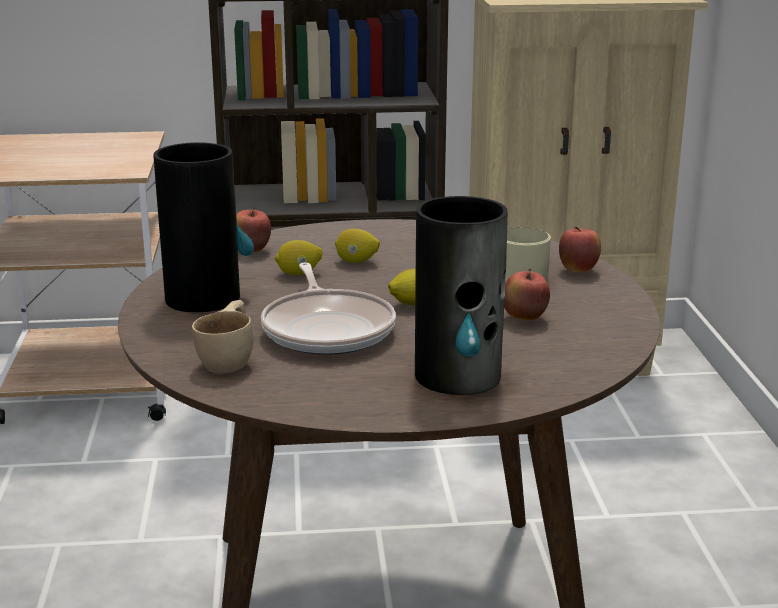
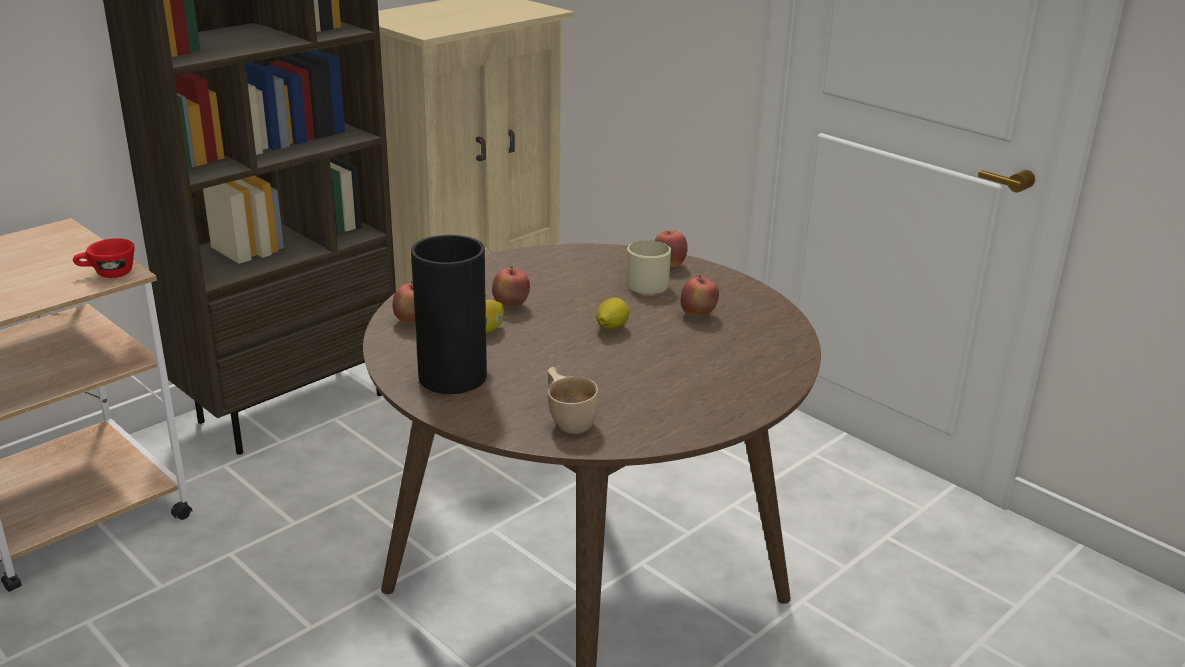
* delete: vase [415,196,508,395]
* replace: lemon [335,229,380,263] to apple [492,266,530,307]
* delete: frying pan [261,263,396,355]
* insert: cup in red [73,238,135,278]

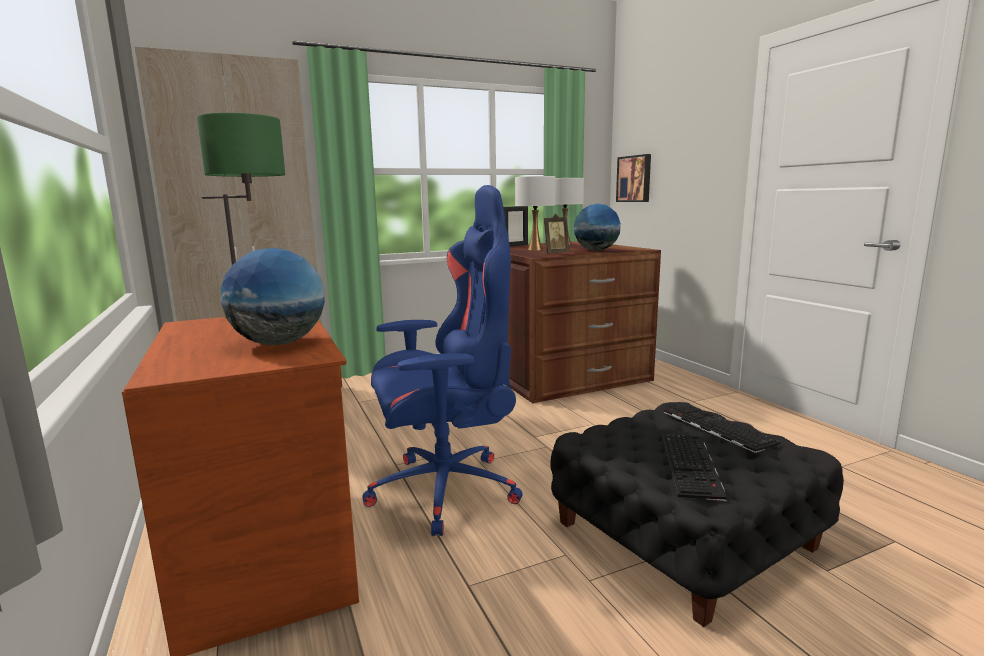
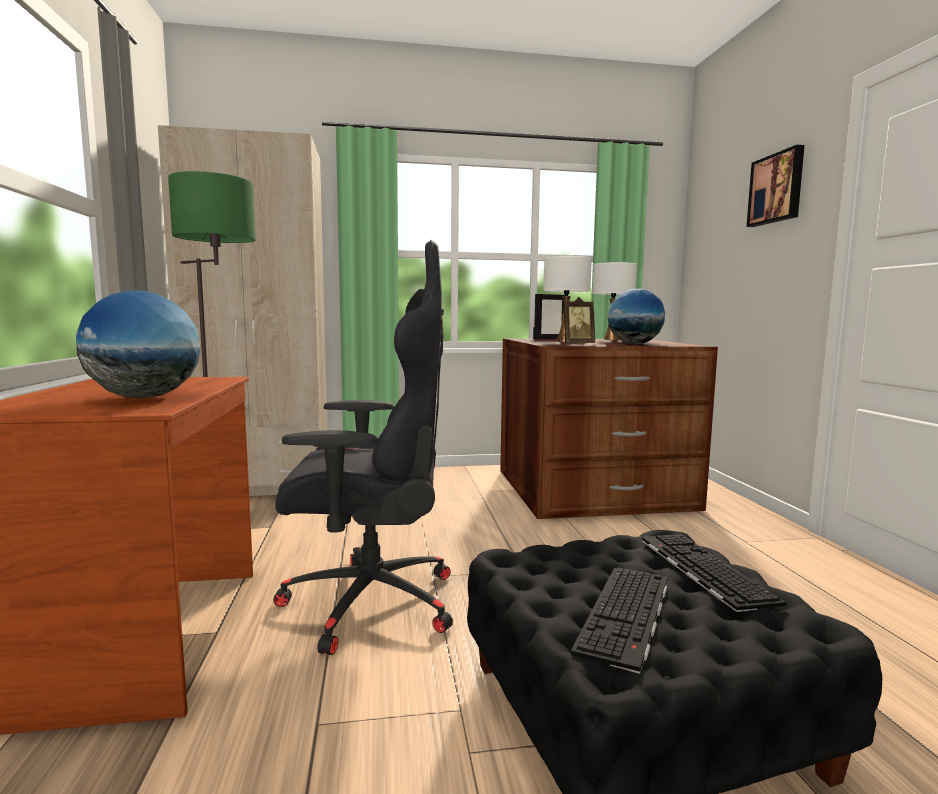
* move: picture [616,154,651,202] to [747,145,805,227]
* recolor: office chair in blue [363,185,523,536] to office chair in black [273,240,453,655]

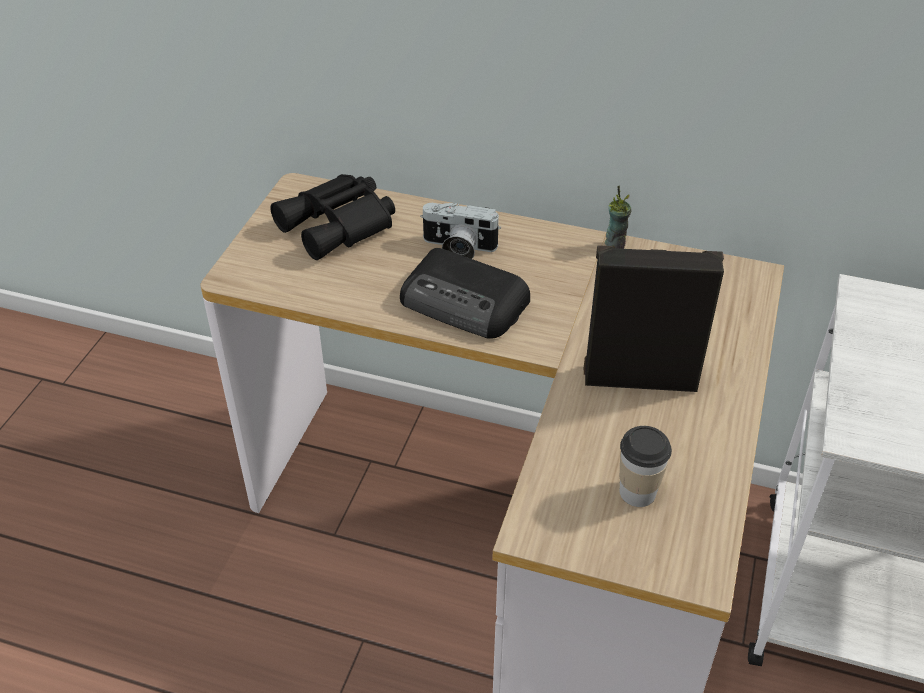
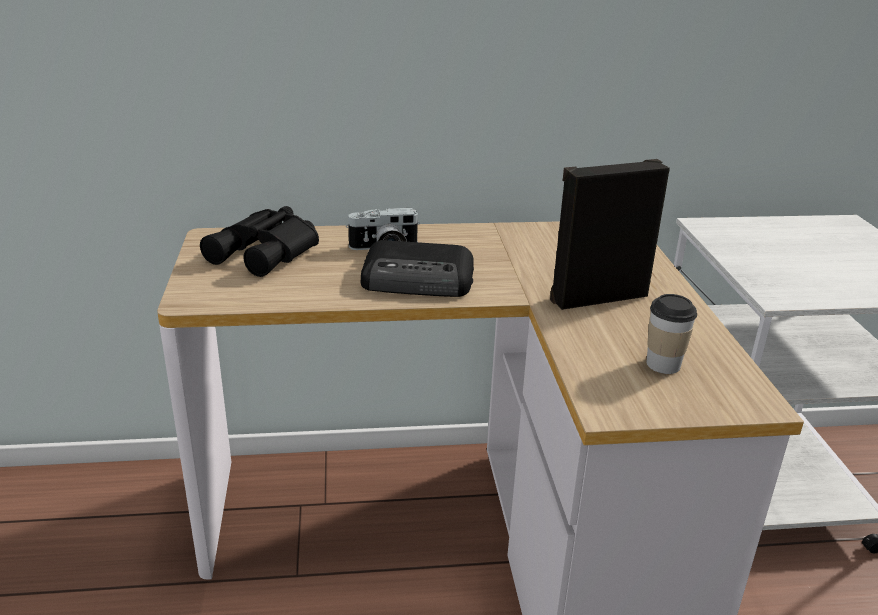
* delete: cup [605,186,632,249]

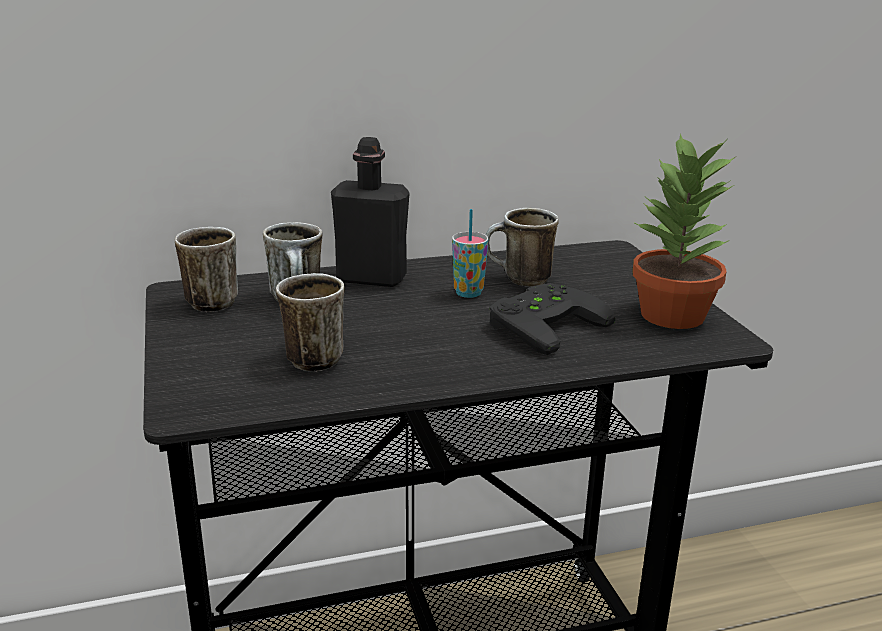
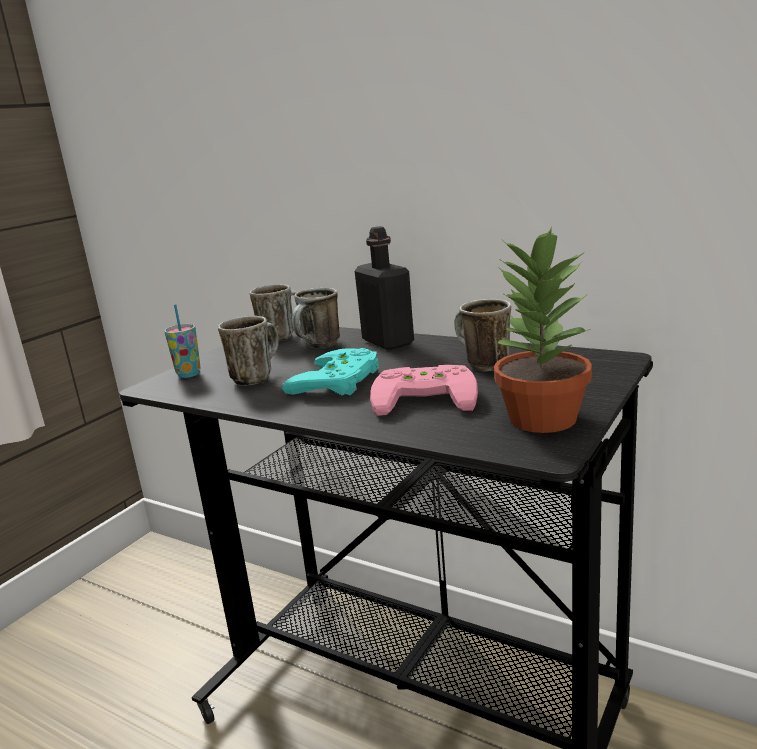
* move: cup [452,209,489,298] to [164,304,201,378]
* recolor: game controller in black [490,283,615,355] to game controller in pink [370,365,478,416]
* insert: game controller in turquoise [282,348,379,396]

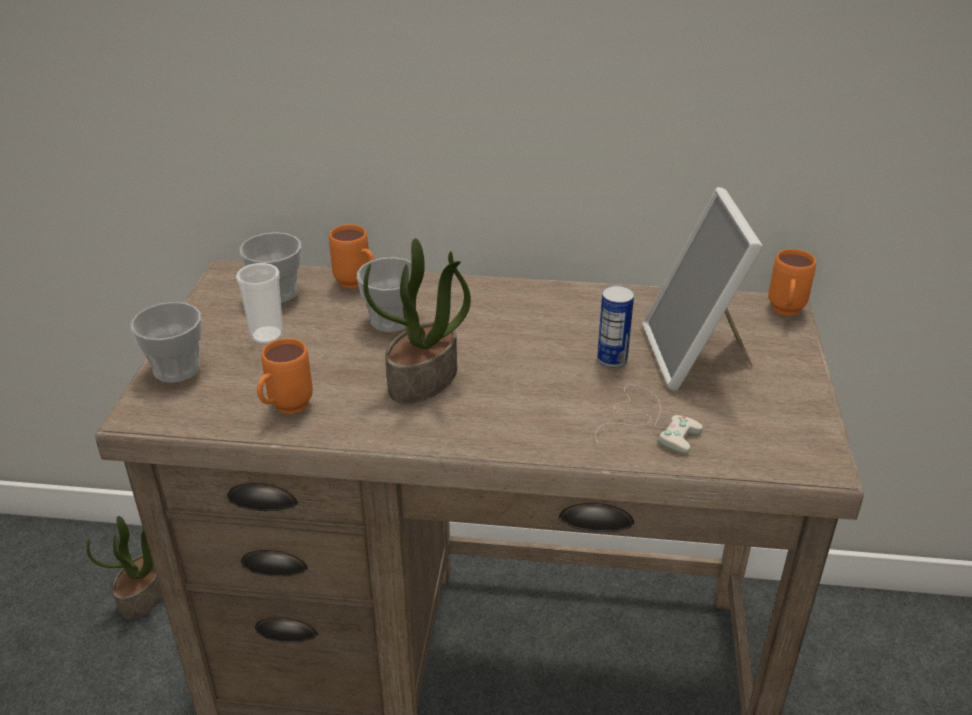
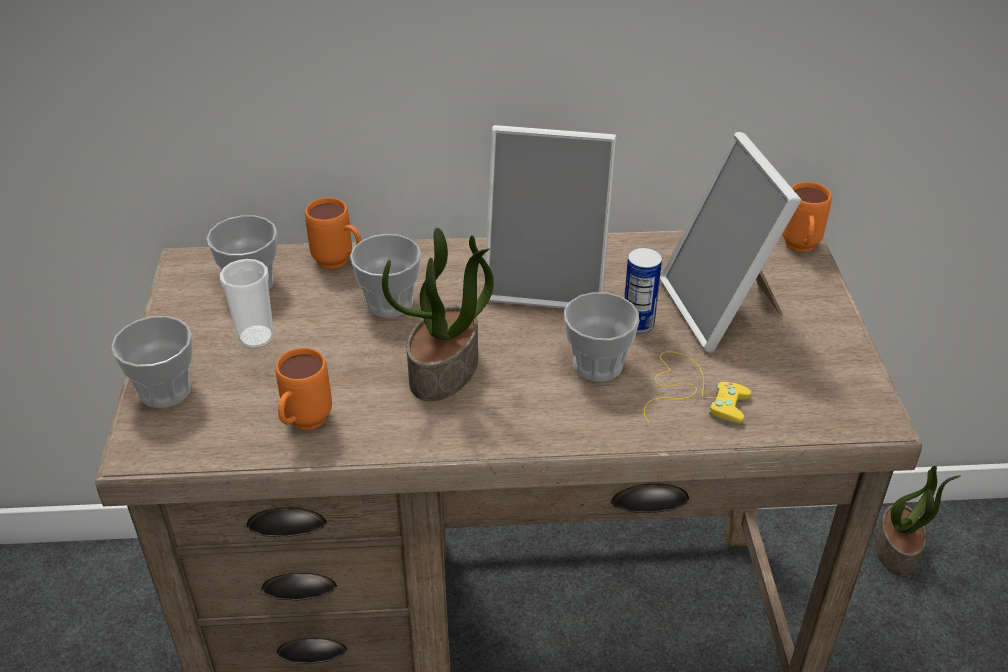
* recolor: game controller in white [595,385,703,454] to game controller in yellow [644,351,751,423]
* move: potted plant [86,516,163,620] to [875,466,961,576]
* insert: picture frame [484,125,617,309]
* insert: cup [564,292,639,381]

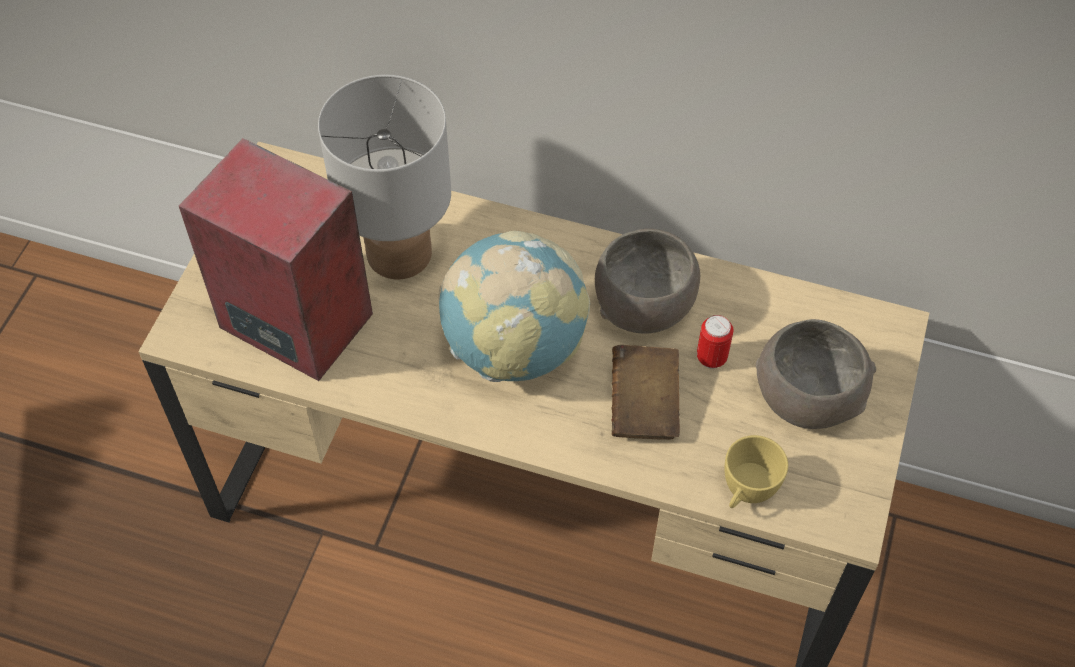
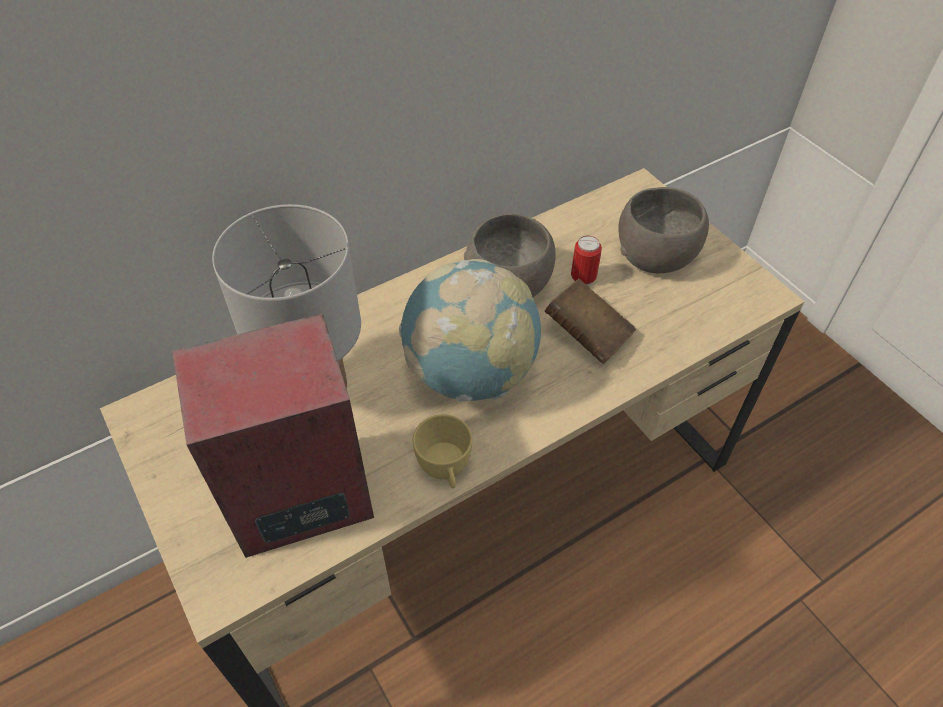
* move: cup in yellow [724,435,788,508] to [413,414,472,488]

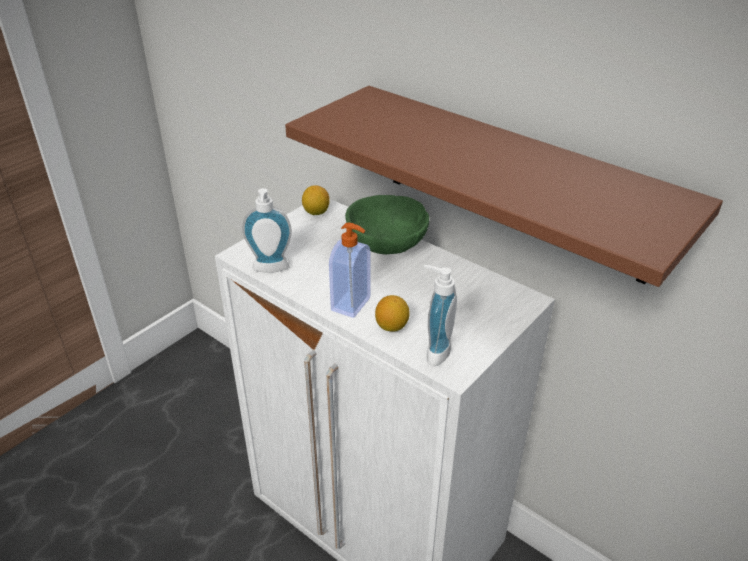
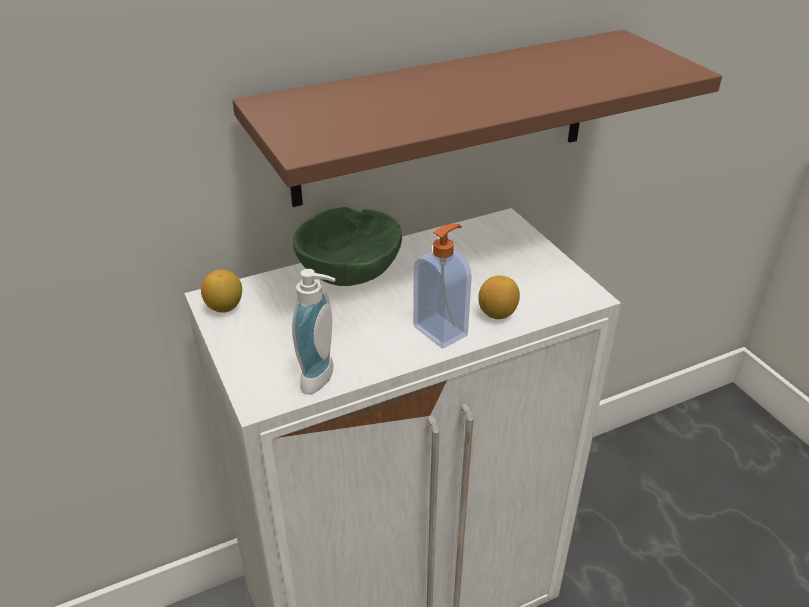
* delete: soap dispenser [423,265,457,366]

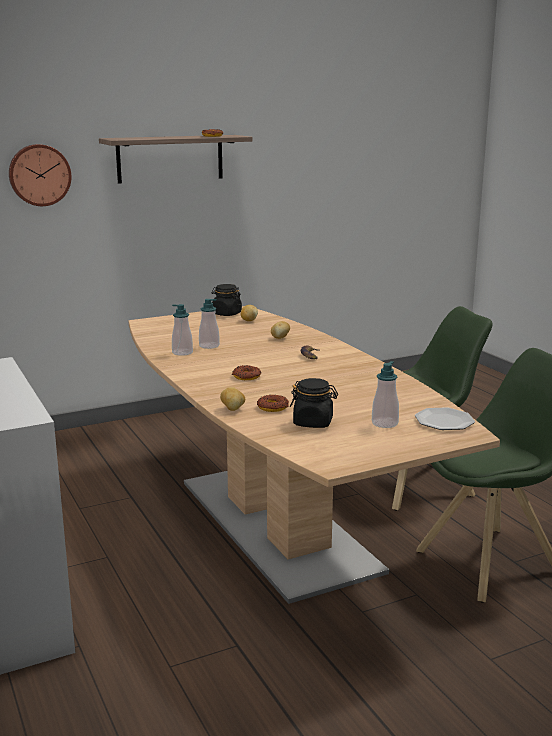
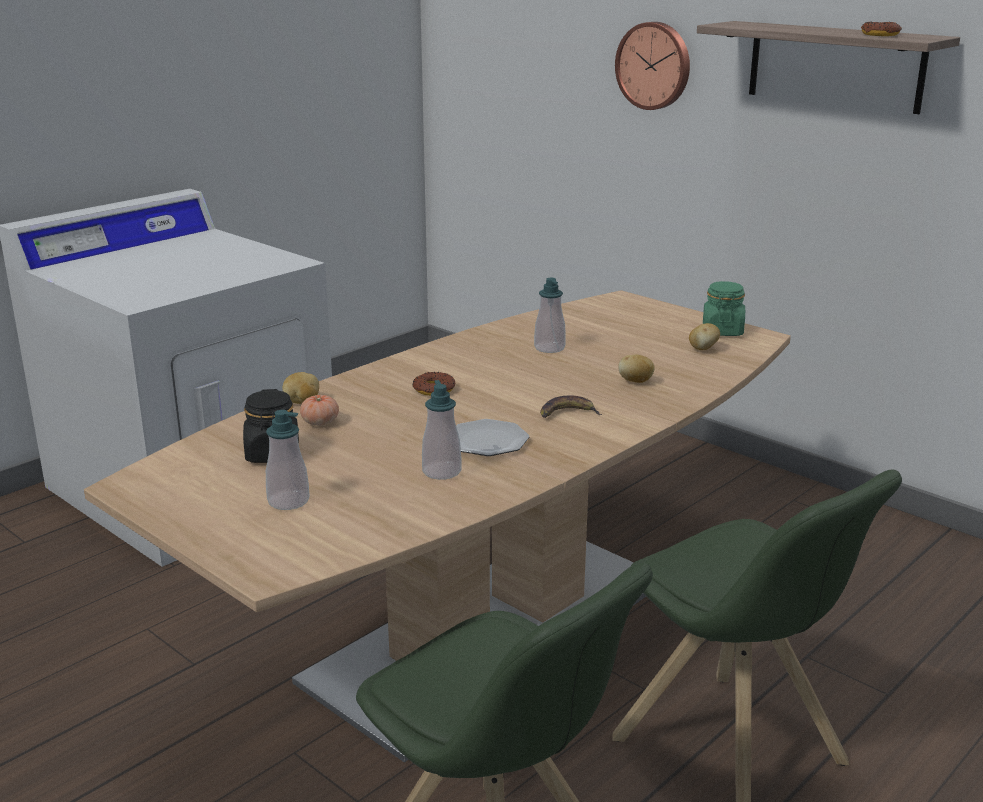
* recolor: jar in black [212,284,242,316] to jar in green [703,281,745,336]
* move: soap dispenser [172,304,193,356] to [422,380,462,480]
* replace: donut [257,395,289,412] to tomato [300,395,339,426]
* move: plate [415,407,475,430] to [456,419,529,456]

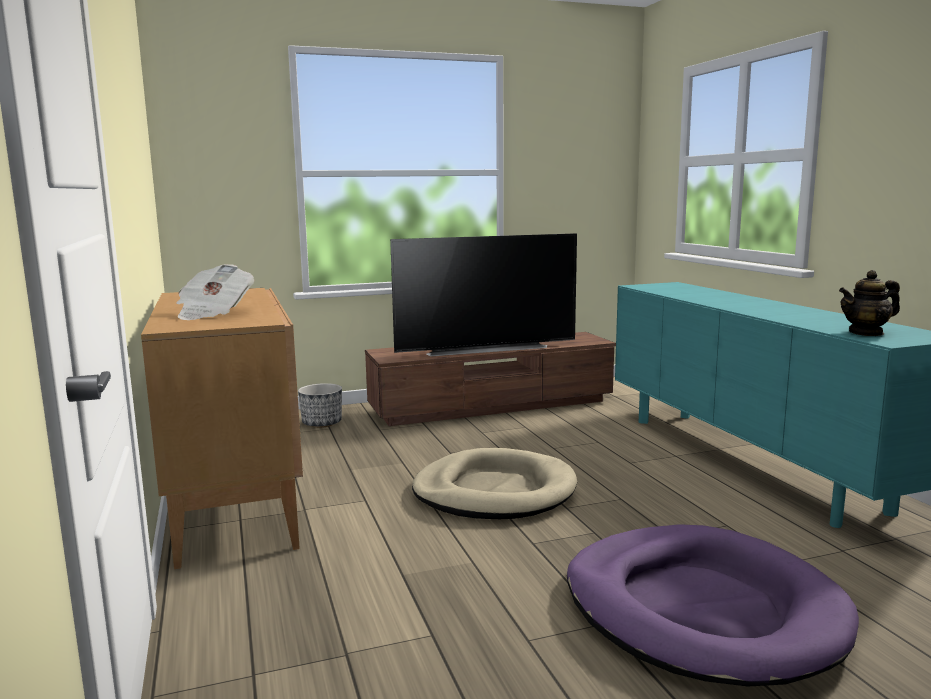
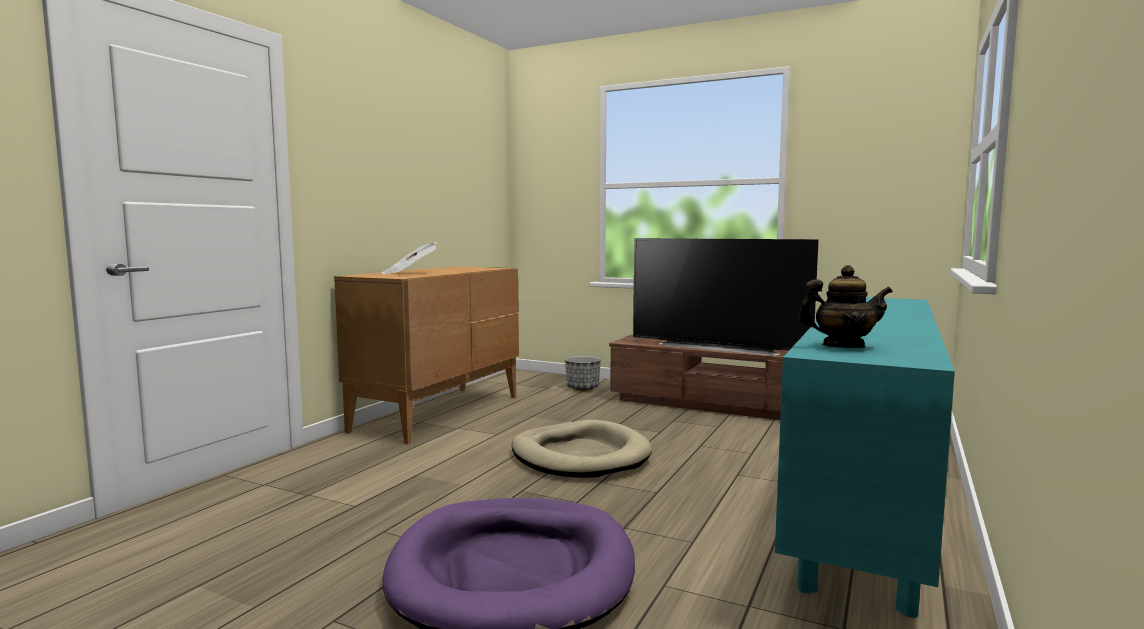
* rotate: teapot [839,270,900,336] = [798,265,893,348] 150 degrees clockwise

